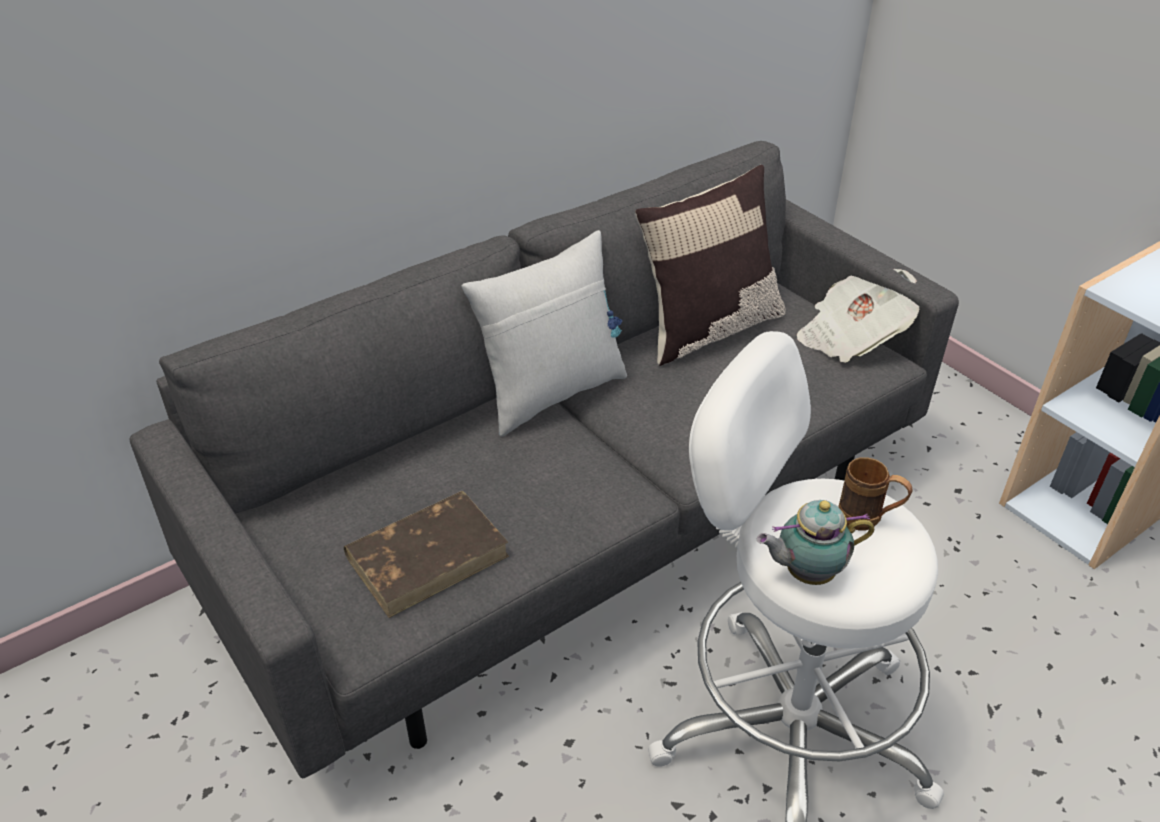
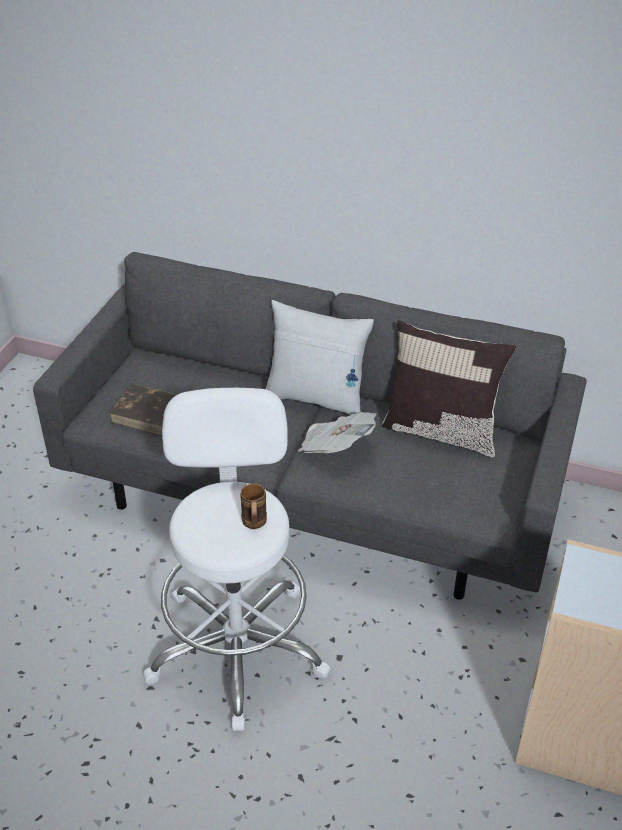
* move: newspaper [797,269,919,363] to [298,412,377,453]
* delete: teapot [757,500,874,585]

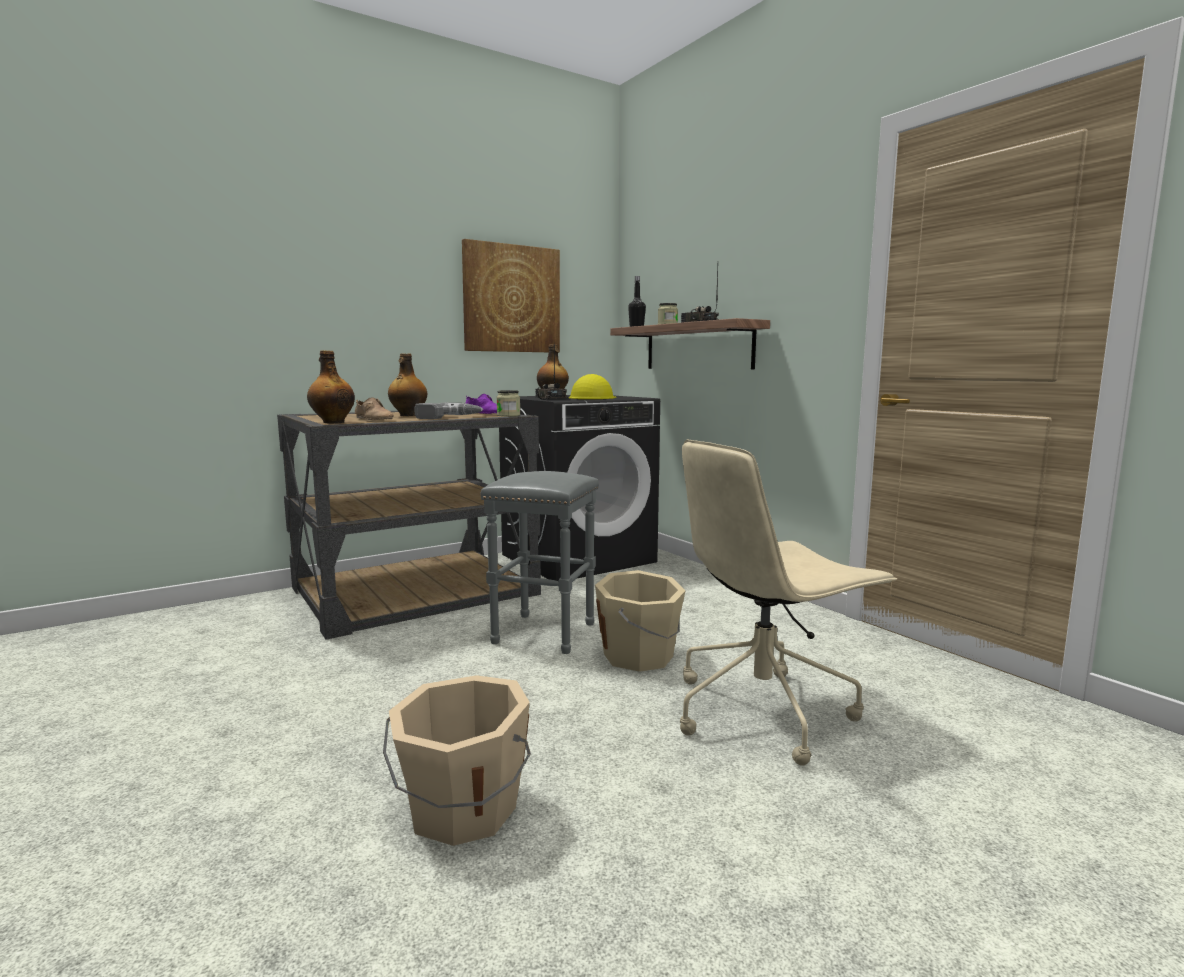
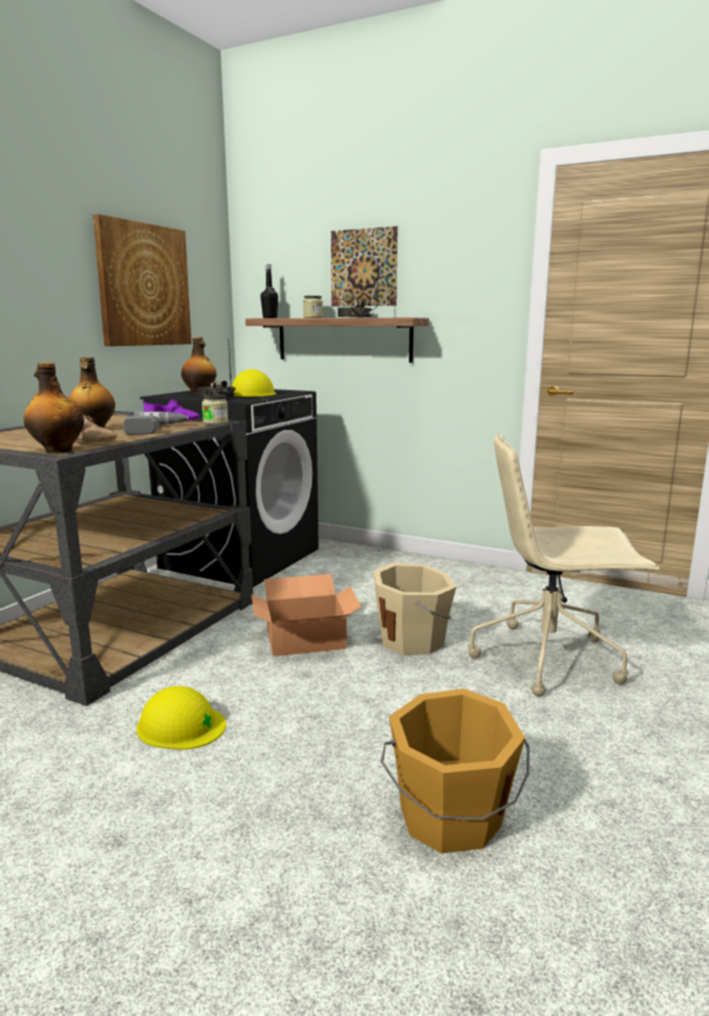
* rotate: office chair in beige [680,439,897,765] = [468,432,660,696] 60 degrees clockwise
* replace: stool in grey [481,471,599,654] to cardboard box [251,574,362,656]
* recolor: bucket in beige [383,675,531,846] to bucket in orange [380,689,529,853]
* insert: picture [331,226,398,307]
* insert: hard hat in yellow [136,686,226,750]

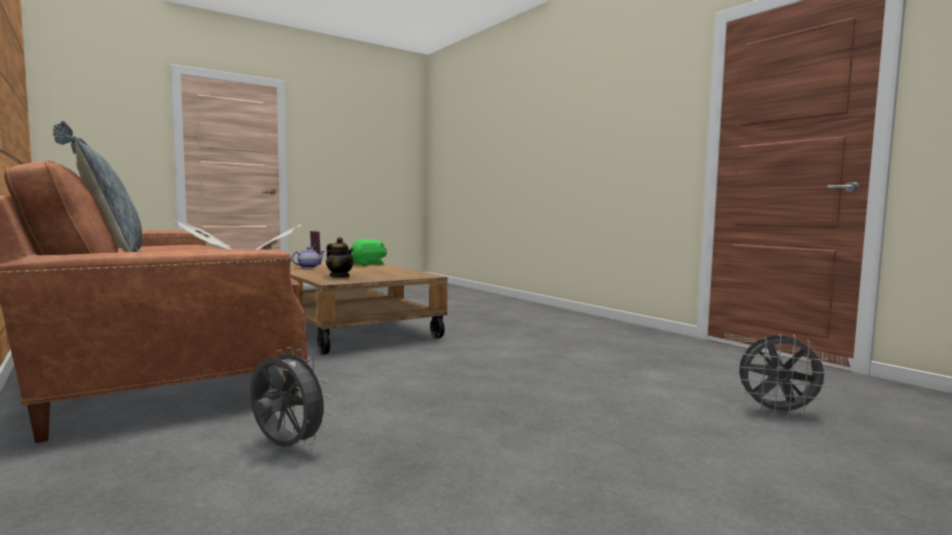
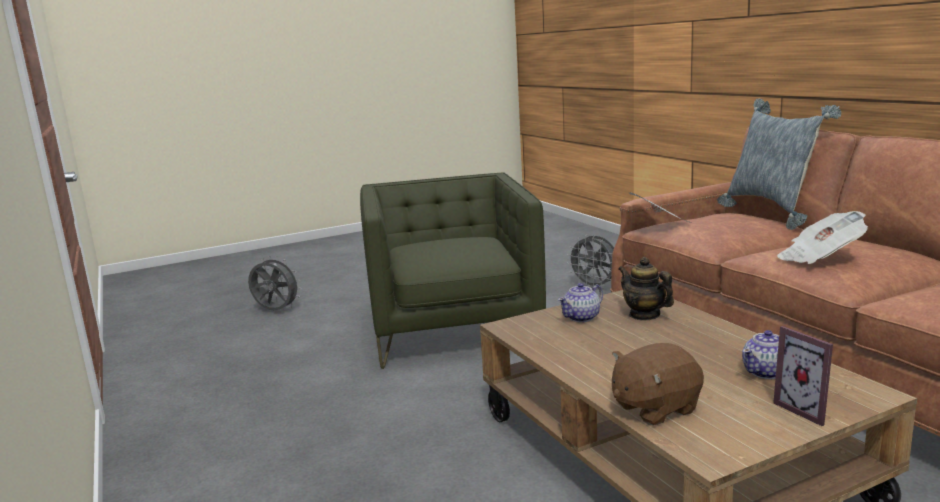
* recolor: plush toy in green [351,239,387,266] to plush toy in brown [612,343,704,426]
* insert: armchair in green [360,172,546,370]
* insert: teapot [558,283,603,322]

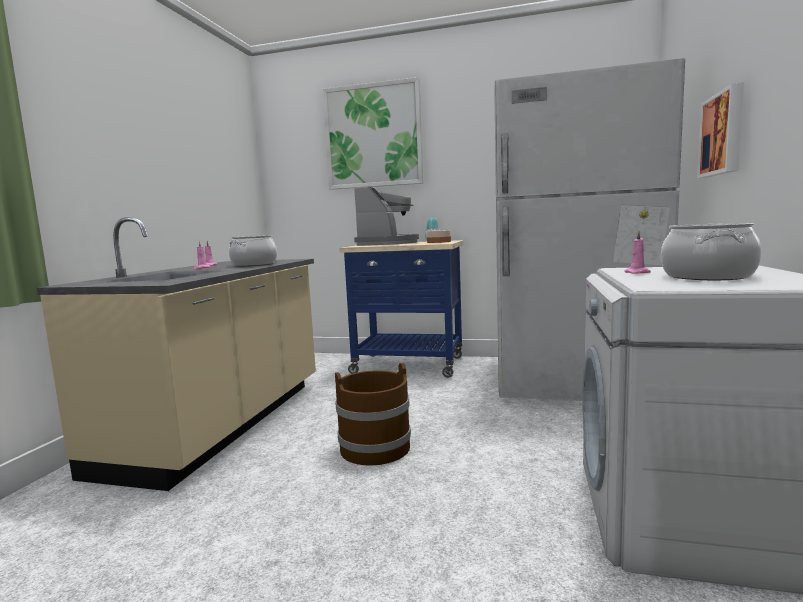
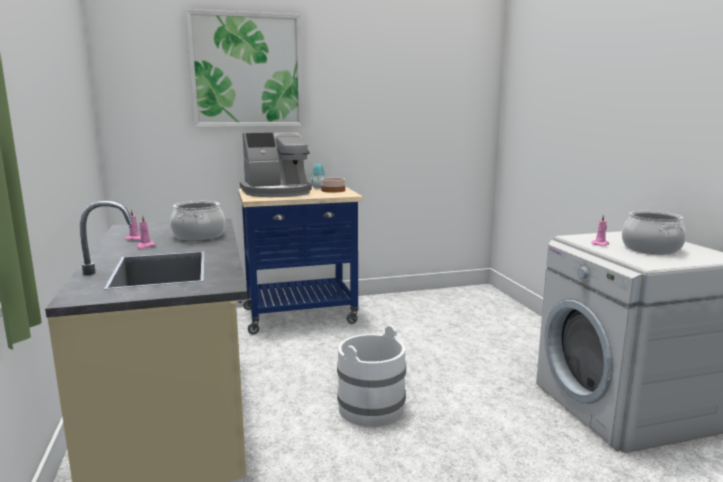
* delete: fridge in white [494,58,685,401]
* delete: picture [697,82,744,178]
* rotate: coffee machine [354,186,419,246] = [240,132,312,197] 90 degrees clockwise
* recolor: bucket in brown [335,362,411,465] to bucket in white [337,325,406,427]

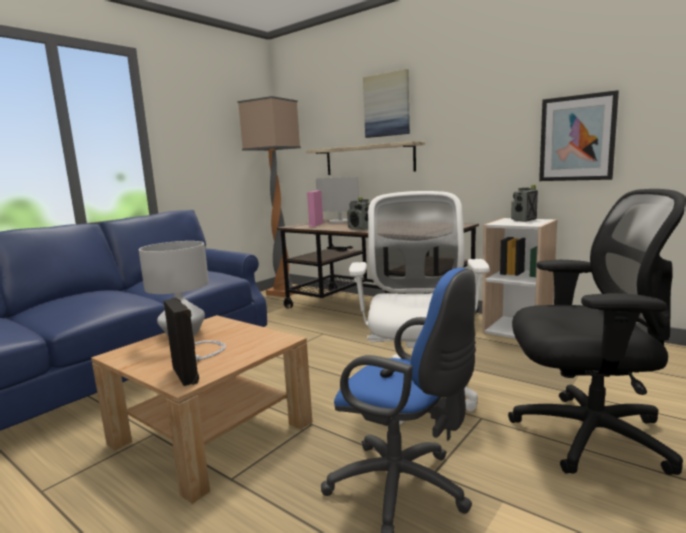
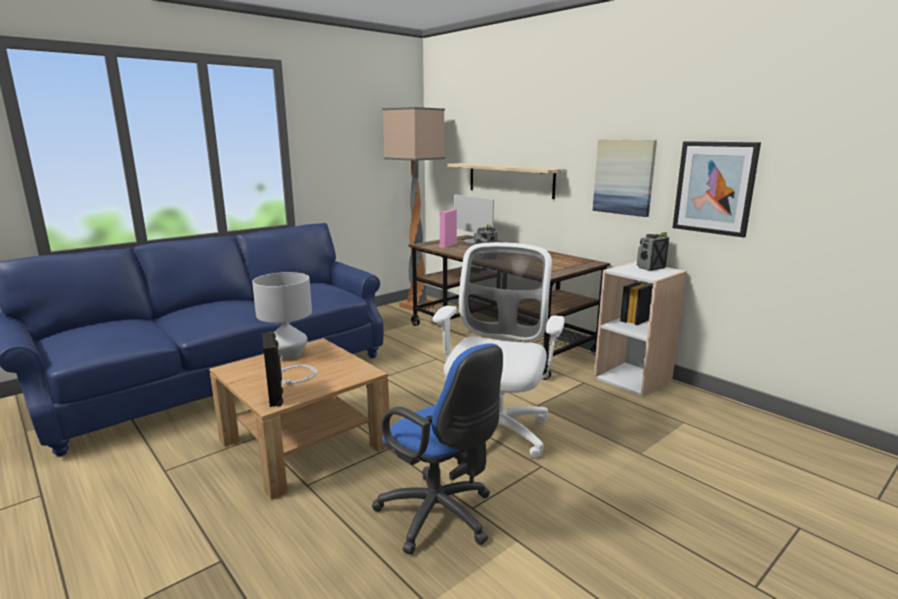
* move: picture [363,69,410,138] to [593,140,657,217]
* delete: office chair in black [508,189,686,475]

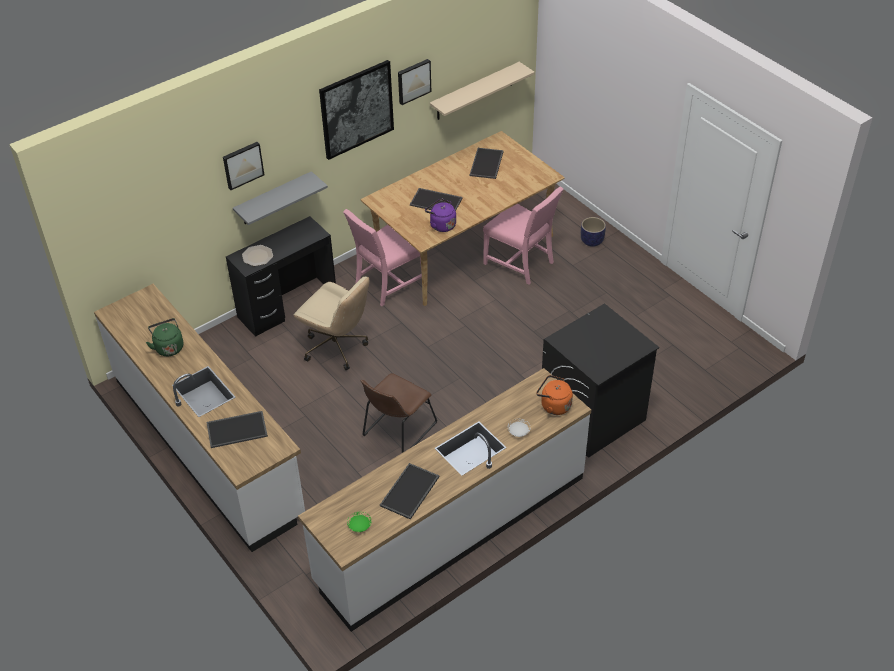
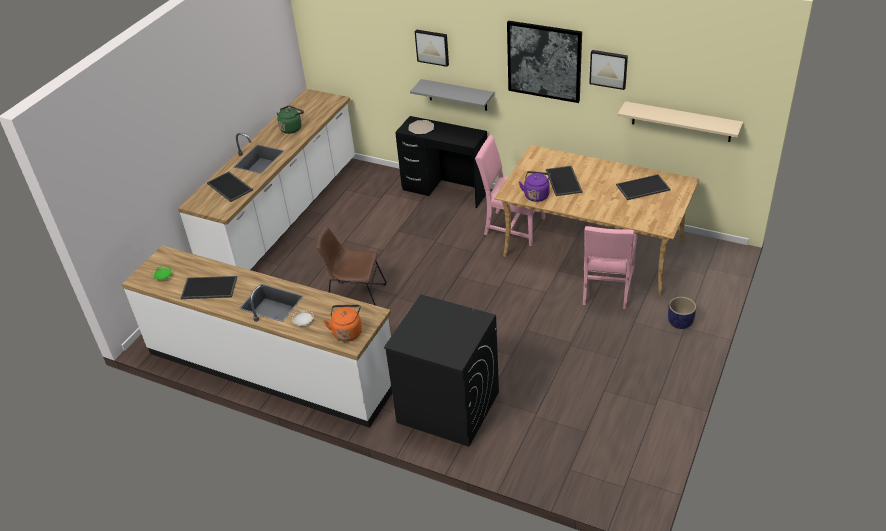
* delete: office chair in beige [293,277,370,370]

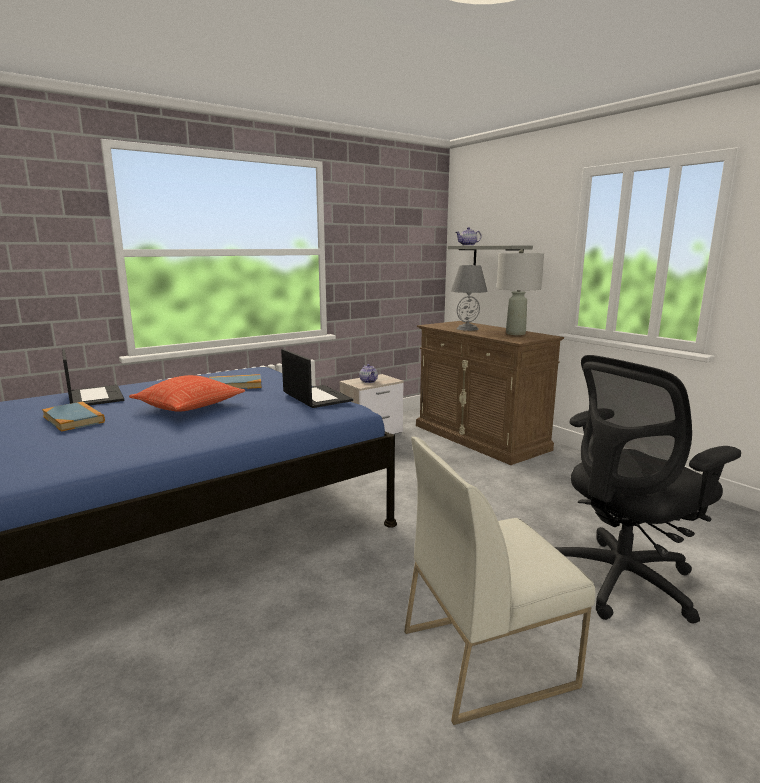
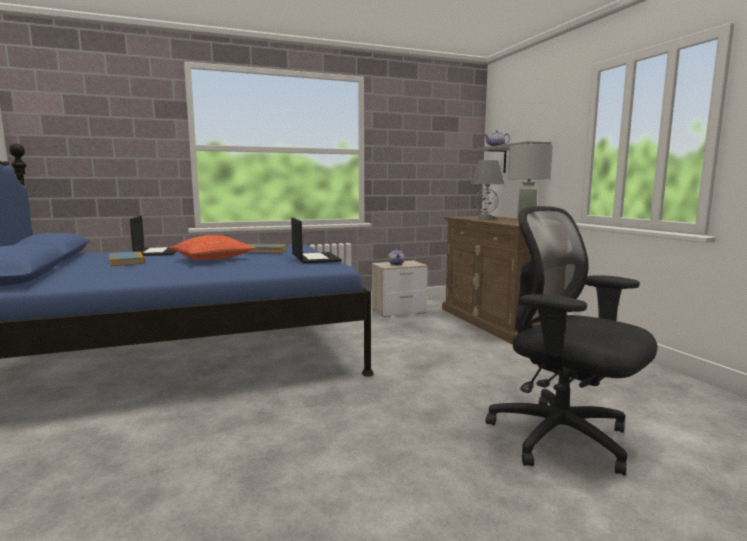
* rotate: office chair in black [555,355,741,623] = [486,206,658,476] 60 degrees clockwise
* delete: chair in white [404,436,595,725]

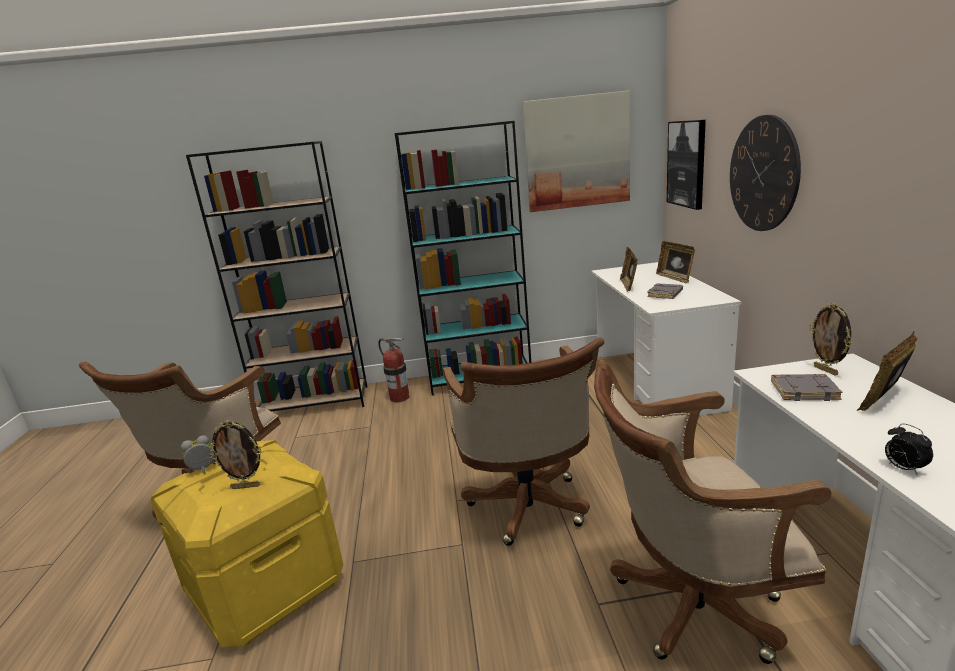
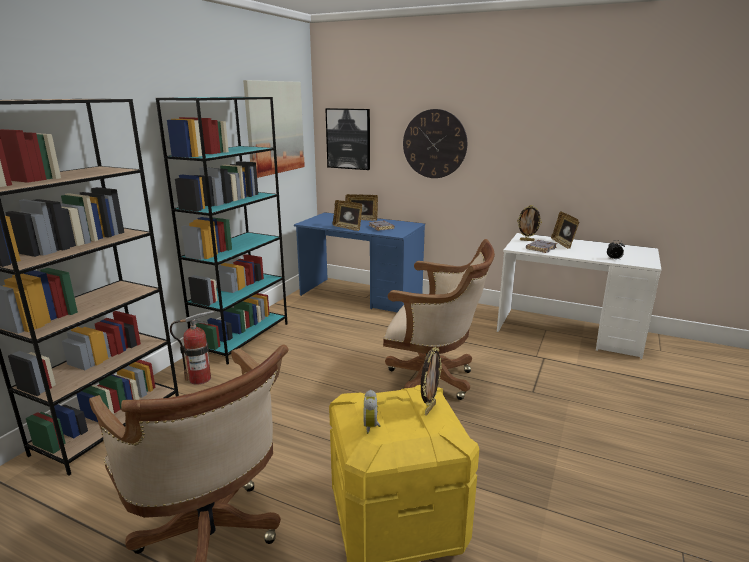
* recolor: desk in white [591,262,742,416] to desk in blue [294,212,425,312]
* delete: office chair [594,360,832,664]

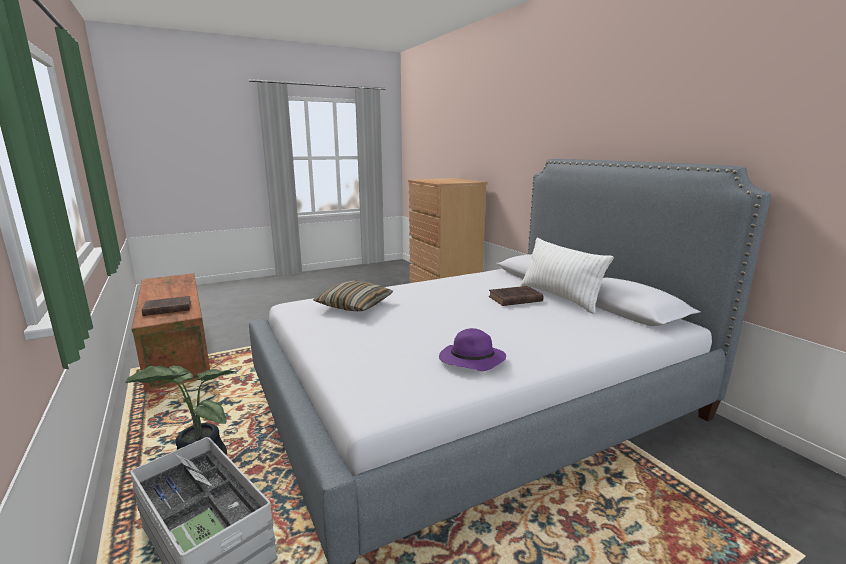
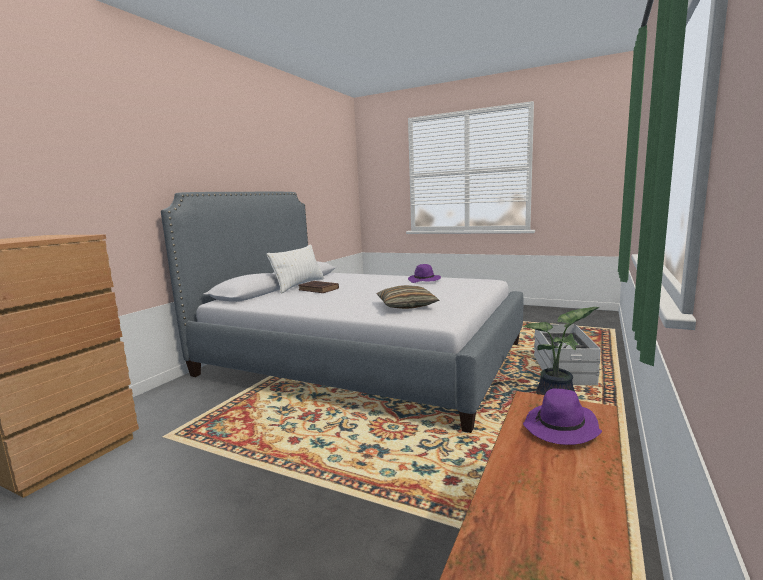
* replace: book in brown [142,296,191,316] to hat in purple [523,388,602,445]

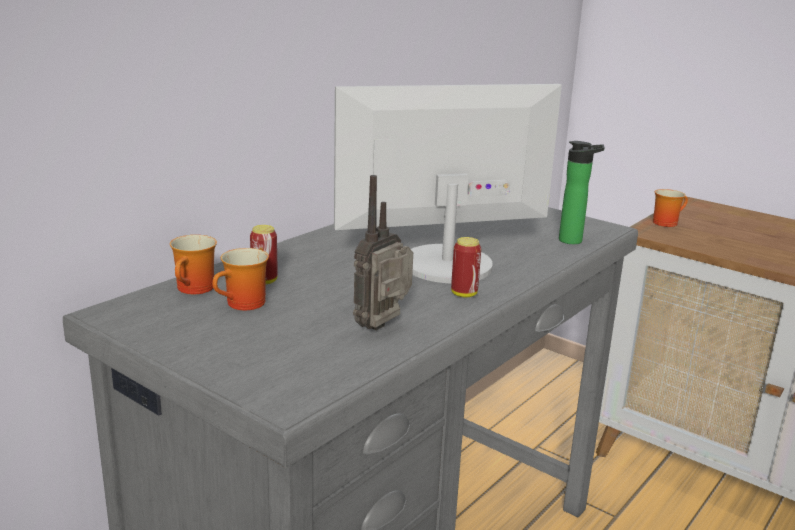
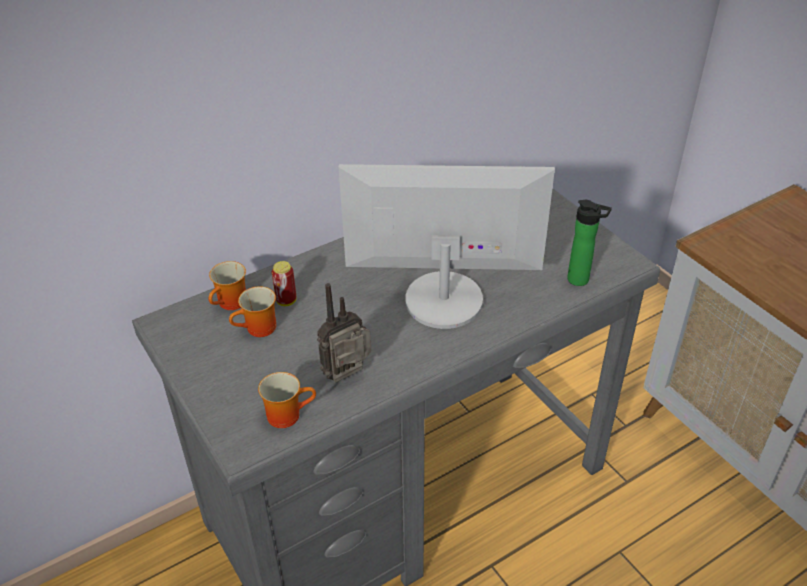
* move: mug [653,189,688,227] to [258,372,316,428]
* delete: can [451,237,481,298]

